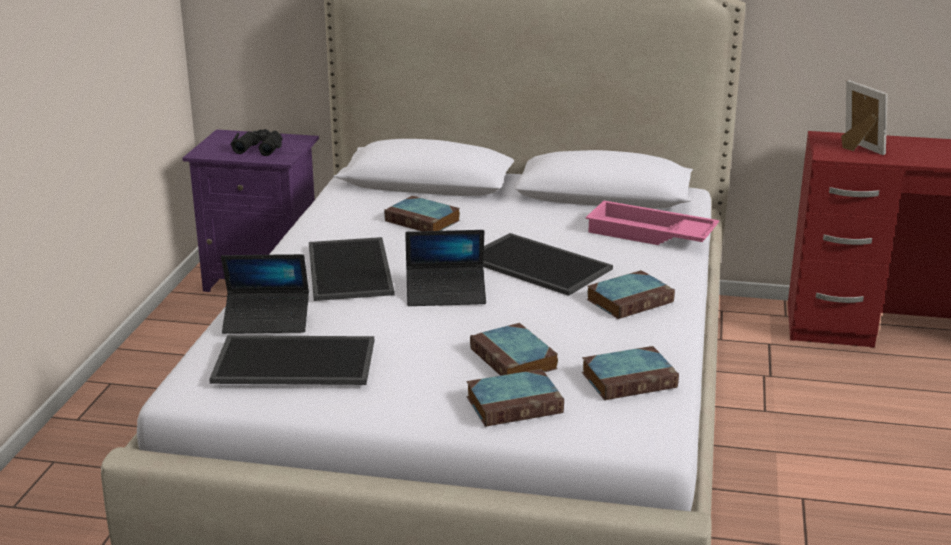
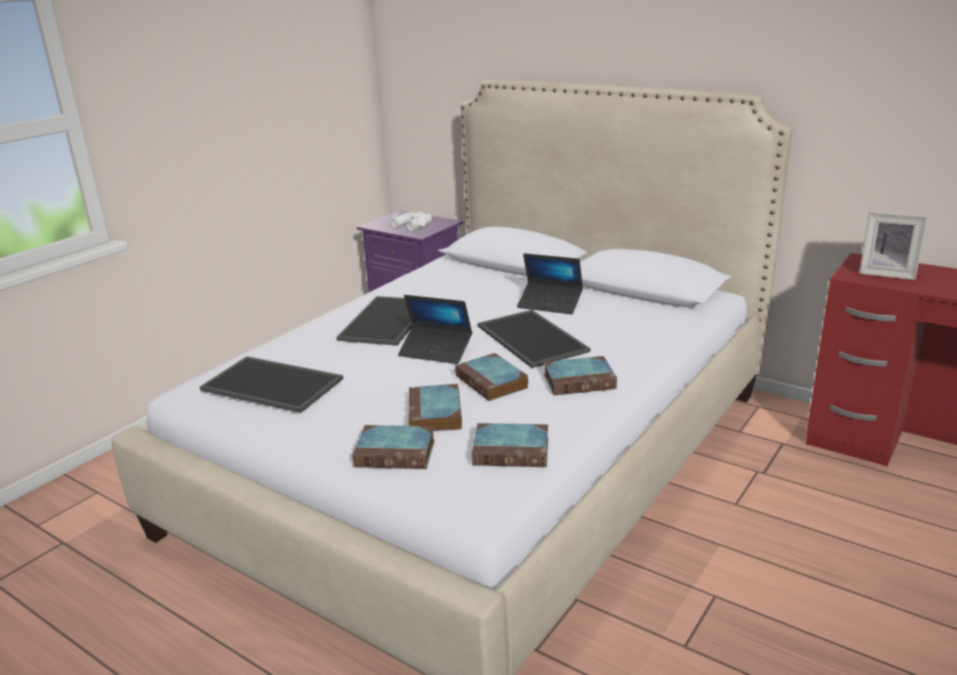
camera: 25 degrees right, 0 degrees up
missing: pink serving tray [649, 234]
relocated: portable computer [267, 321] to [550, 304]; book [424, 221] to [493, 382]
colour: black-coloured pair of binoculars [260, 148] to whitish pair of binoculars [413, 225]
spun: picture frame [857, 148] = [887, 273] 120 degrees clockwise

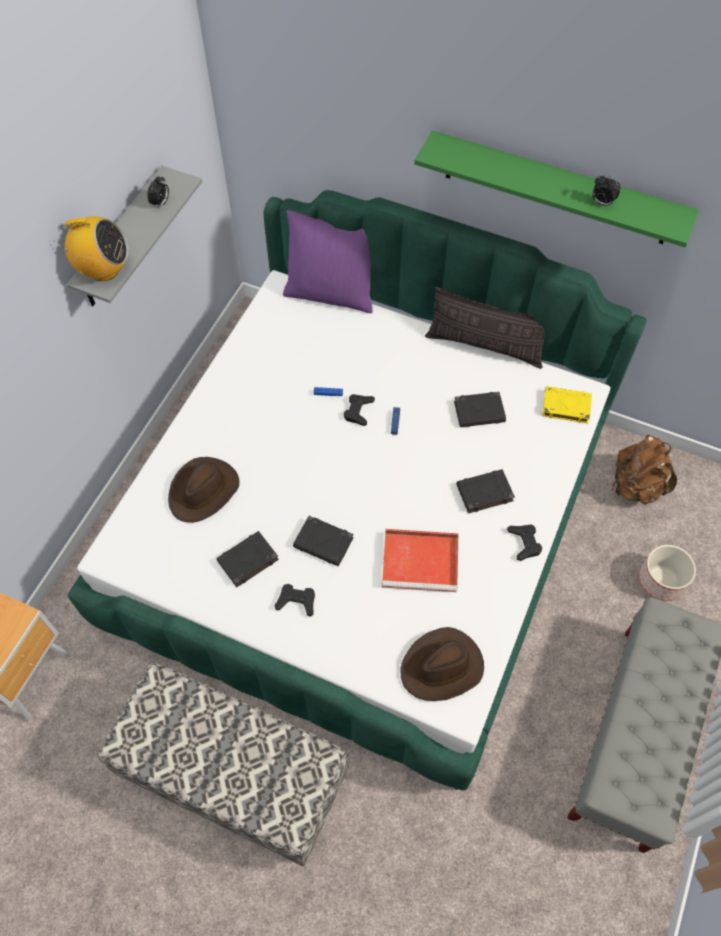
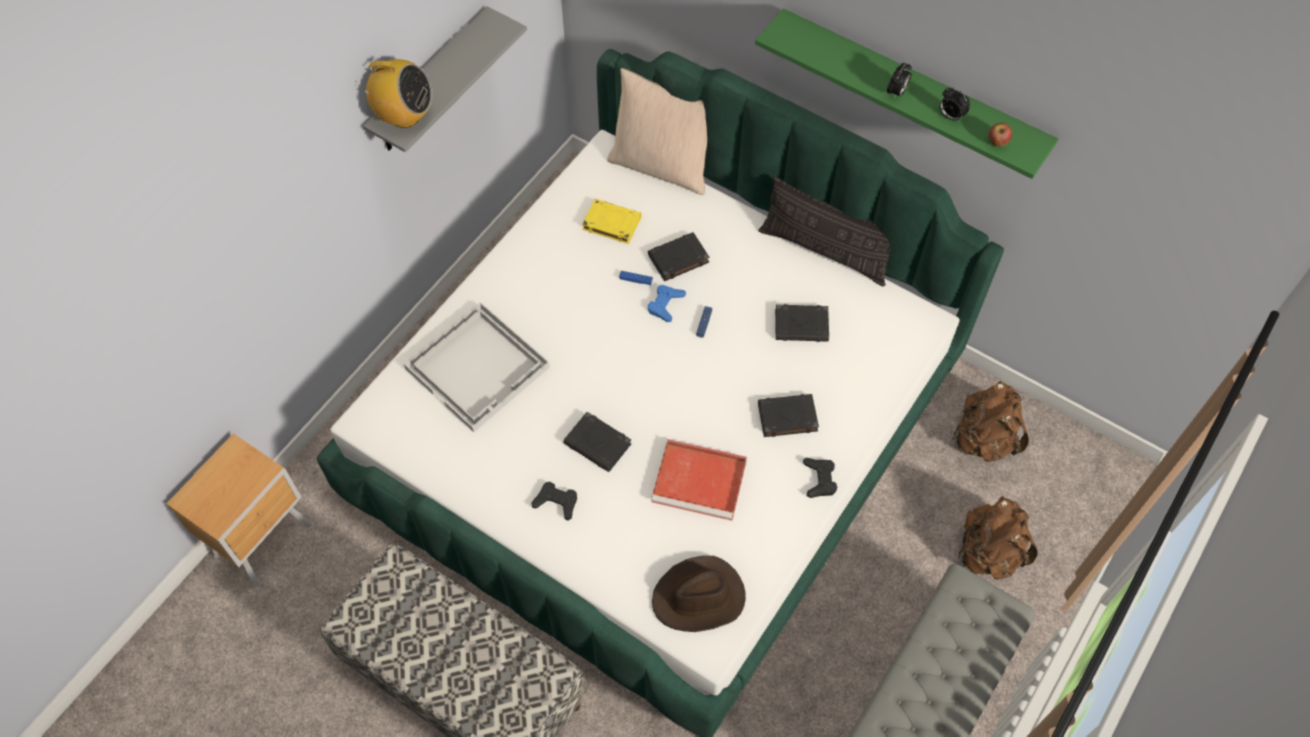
camera: 10 degrees right, 0 degrees up
appeared: apple fruit [997, 143]
relocated: bedside clock [161, 203] to [897, 92]; black-coloured book [247, 561] to [678, 259]; yellow-coloured book [565, 407] to [611, 223]
exchanged: brownish wearable hat [204, 491] to whitish serving tray [479, 368]; plant pot [661, 581] to brownish rucksack [988, 553]
colour: purple-coloured cushion [331, 293] to sand-coloured cushion [662, 165]; black-coloured game controller [358, 411] to bluish game controller [665, 304]

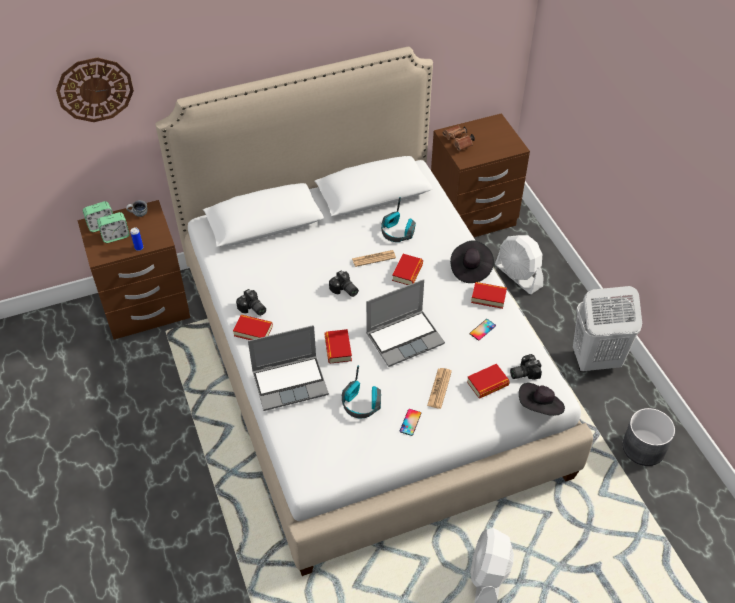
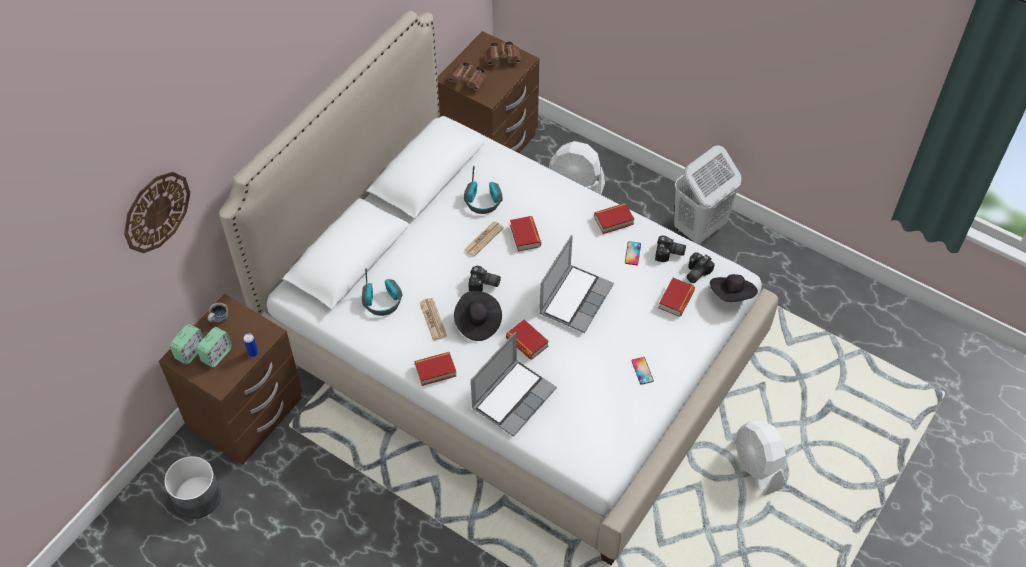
camera: 35 degrees left, 5 degrees up
appeared: brownish pair of binoculars [504, 59]
relocated: photo camera [252, 309] to [669, 254]; headphones [361, 404] to [382, 301]; daily paper [439, 388] to [433, 319]; black-coloured wearable hat [470, 269] to [477, 322]; greyish plant pot [644, 448] to [198, 497]

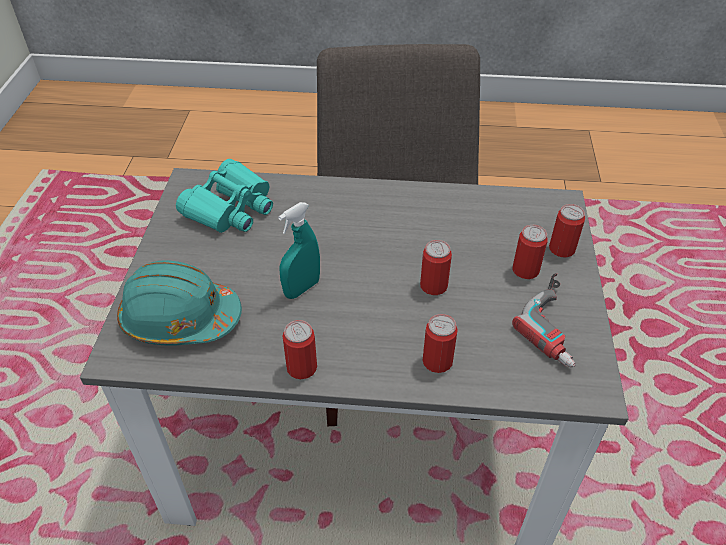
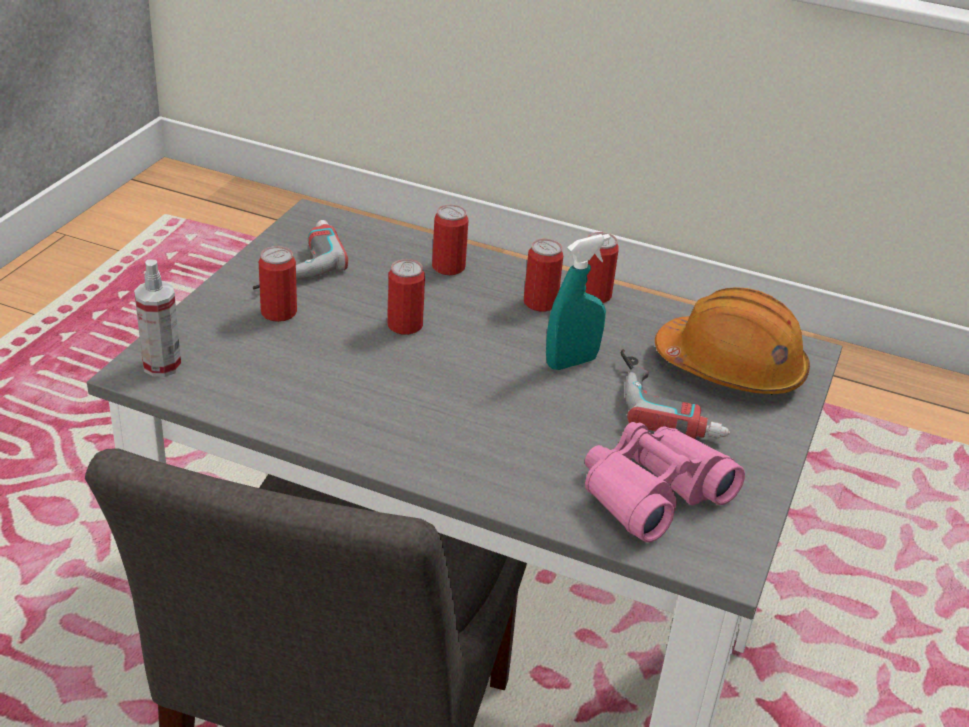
camera: 165 degrees left, 10 degrees down
appeared: hand sprayer [162, 365]; electric drill [670, 402]
relocated: metal can [561, 249] to [540, 303]
colour: turquoise-coloured hard hat [180, 319] to orange hard hat [731, 368]; turquoise-coloured pair of binoculars [231, 208] to pink pair of binoculars [652, 493]

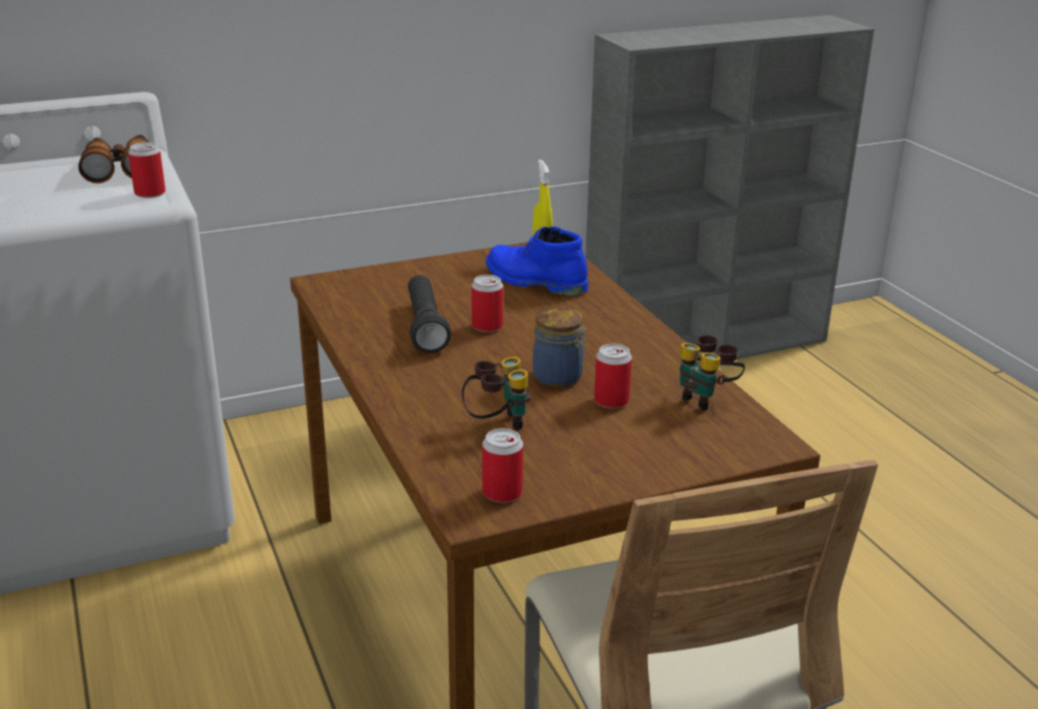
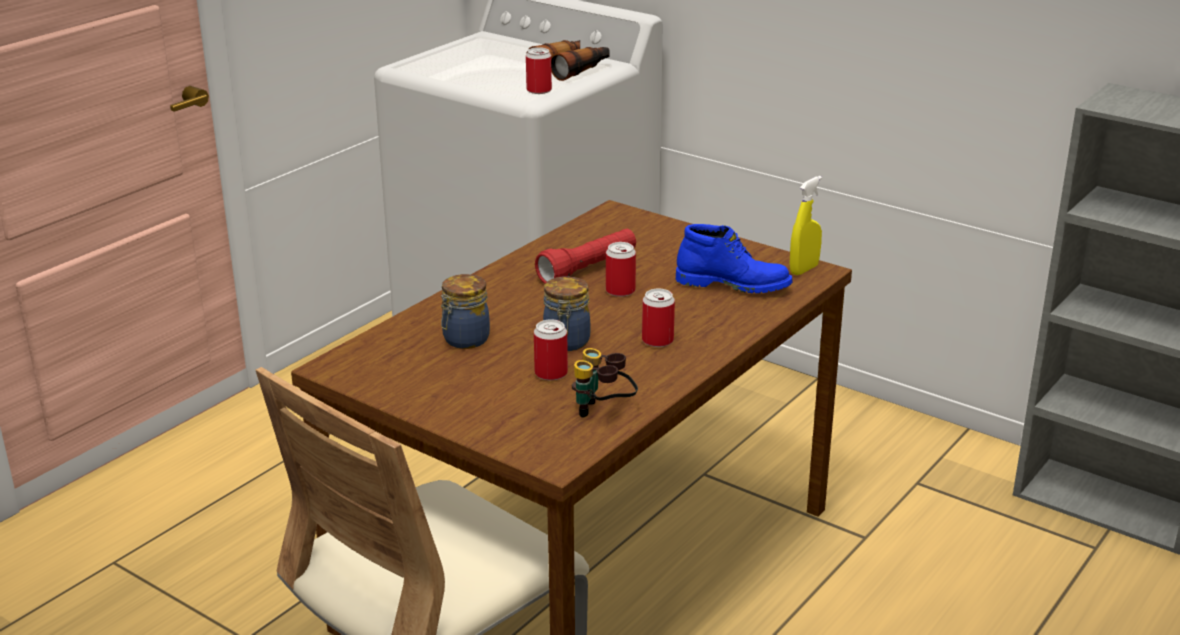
camera: 60 degrees right, 0 degrees up
relocated: metal can [502, 493] to [657, 340]
exchanged: pair of binoculars [497, 424] to preserve jar [464, 340]
colour: black-coloured flashlight [425, 327] to red-coloured flashlight [588, 269]
spun: bluish high-top boot [534, 281] = [733, 284] 105 degrees clockwise

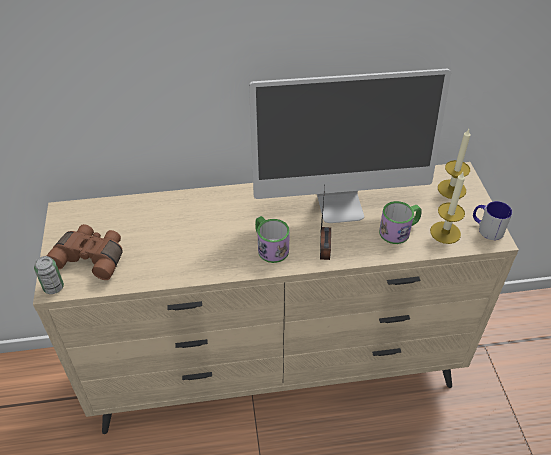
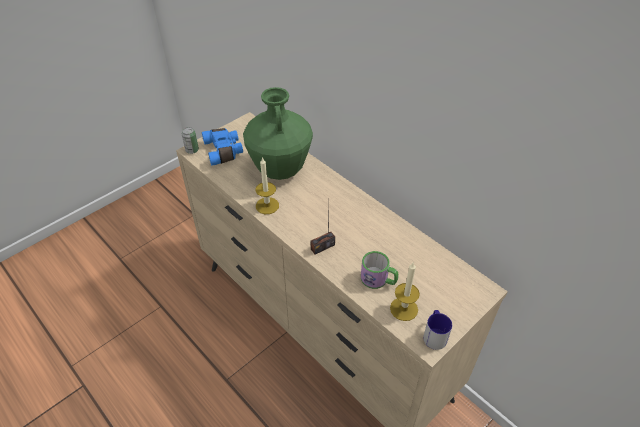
camera: 55 degrees right, 0 degrees up
missing: computer screen [340, 205]; mug [269, 247]
appeared: green-coloured decorative vase [280, 170]
relocated: wax light [451, 189] to [267, 205]
colour: brownish pair of binoculars [92, 257] to bluish pair of binoculars [224, 151]

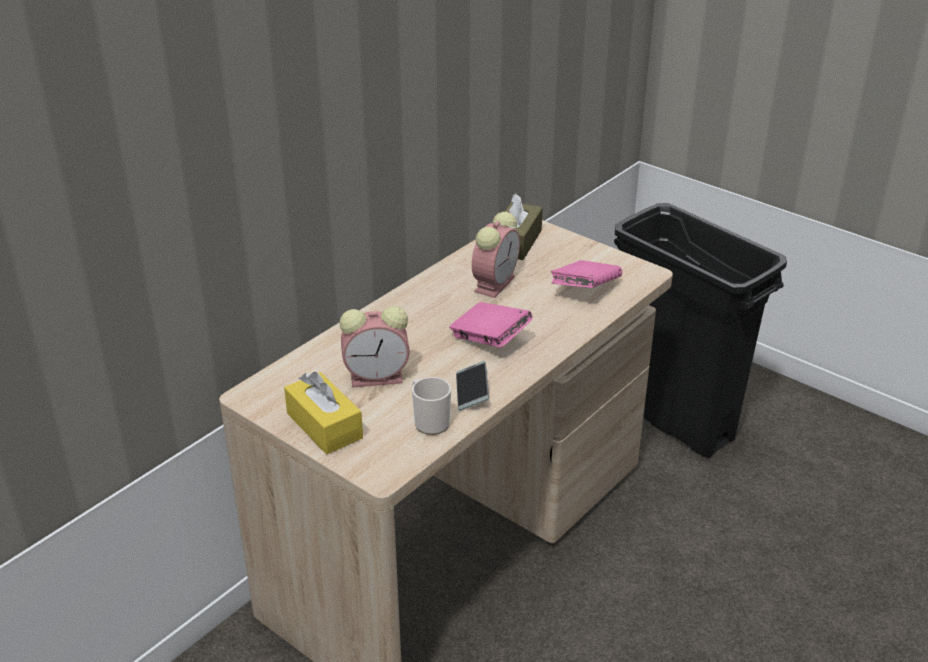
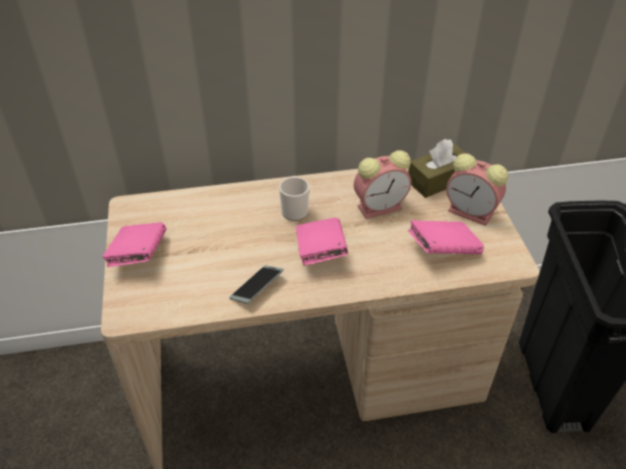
camera: 40 degrees right, 10 degrees up
relocated: bedside clock [378, 376] to [472, 212]; mug [429, 421] to [294, 209]
exchanged: yellow-coloured box of tissues [324, 426] to pink book [139, 256]

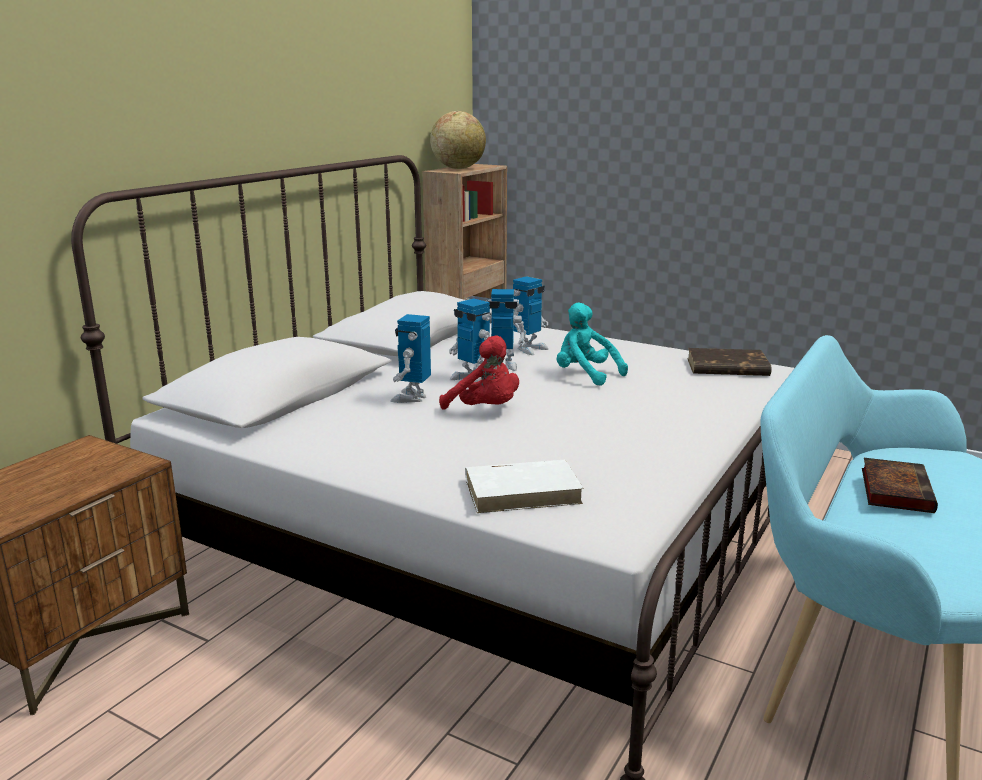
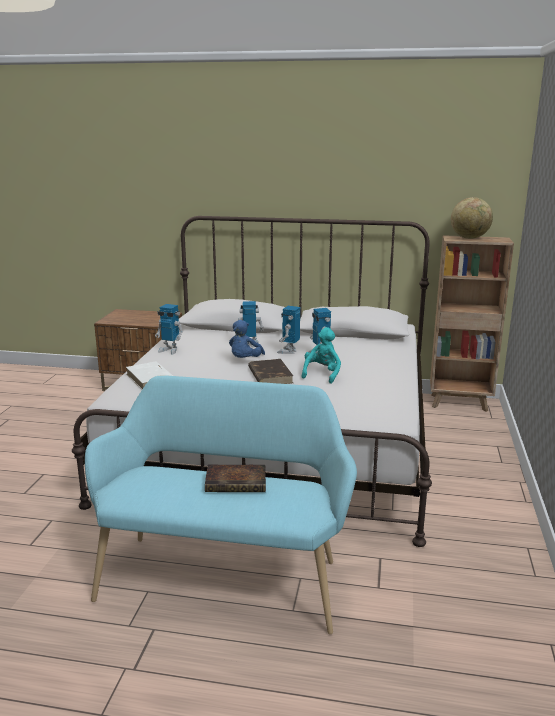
camera: 70 degrees right, 0 degrees up
relocated: model robot [529, 349] to [170, 350]; brownish book [726, 367] to [270, 375]
colour: red-coloured cuddly toy [485, 410] to bluish cuddly toy [245, 360]

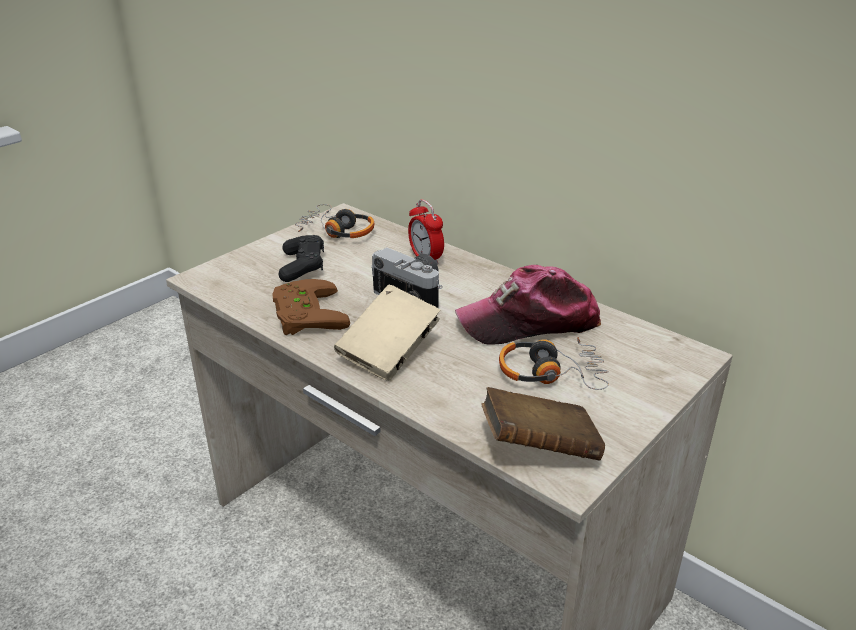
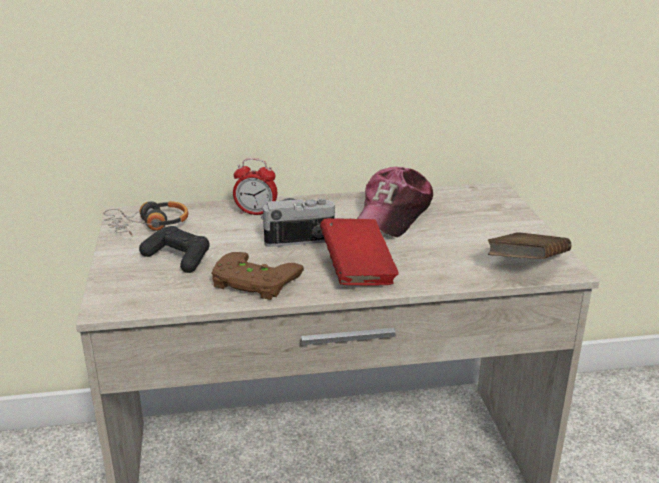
camera: 50 degrees left, 5 degrees down
missing: headphones [551, 373]
colour: sand-coloured book [389, 352] to red-coloured book [357, 271]

